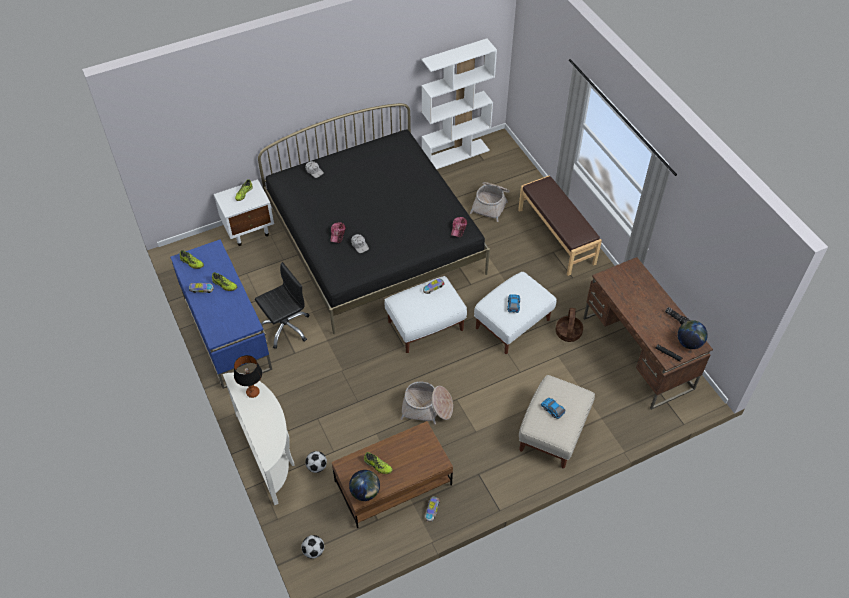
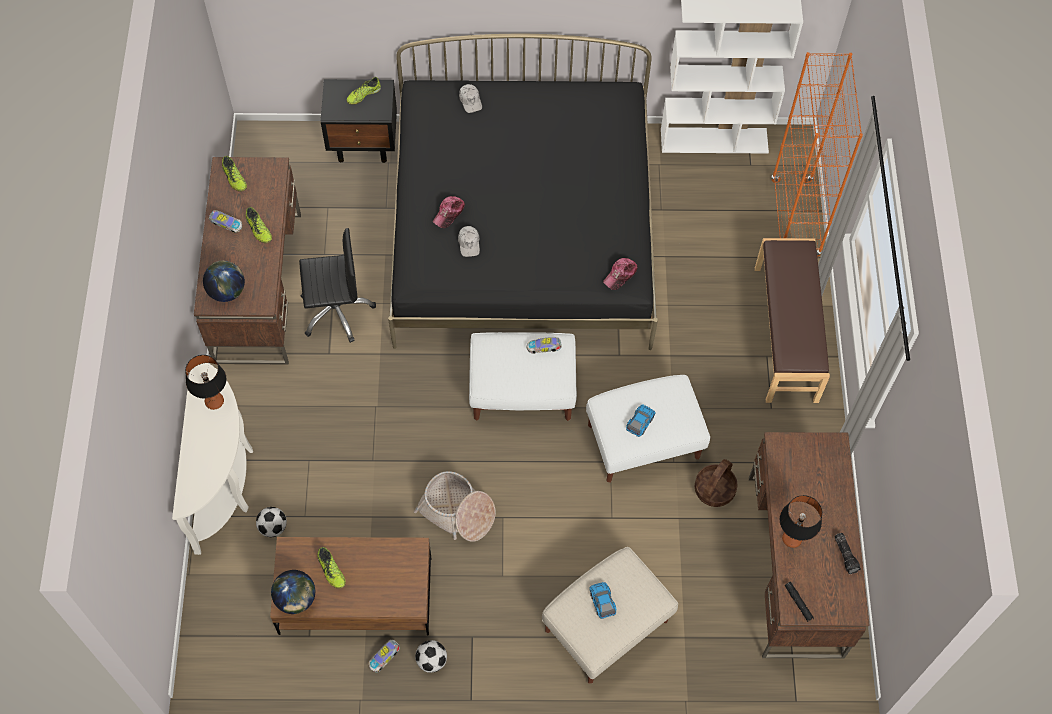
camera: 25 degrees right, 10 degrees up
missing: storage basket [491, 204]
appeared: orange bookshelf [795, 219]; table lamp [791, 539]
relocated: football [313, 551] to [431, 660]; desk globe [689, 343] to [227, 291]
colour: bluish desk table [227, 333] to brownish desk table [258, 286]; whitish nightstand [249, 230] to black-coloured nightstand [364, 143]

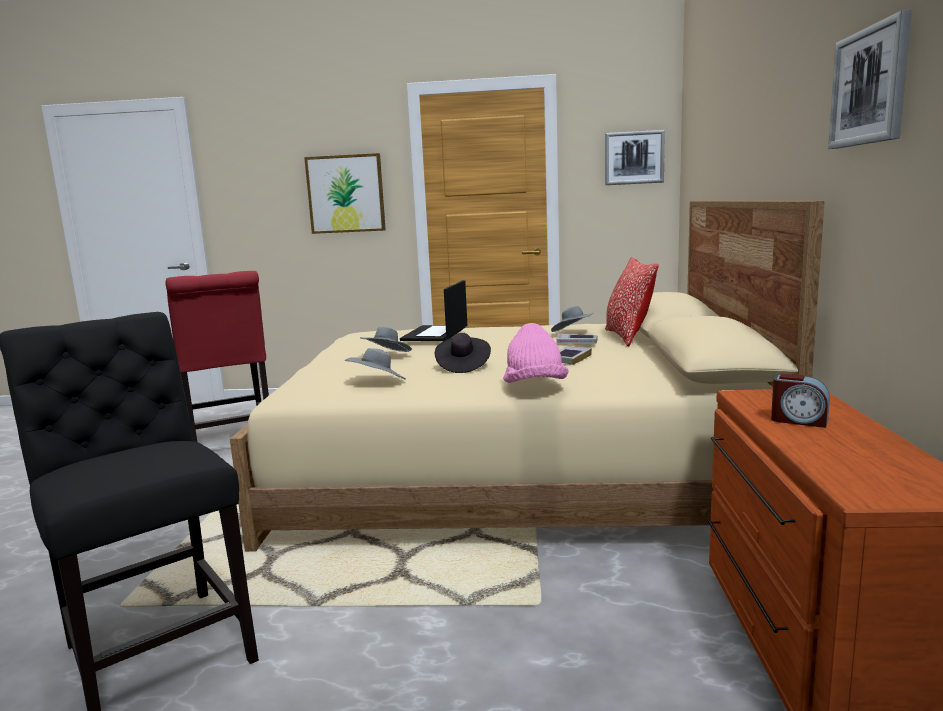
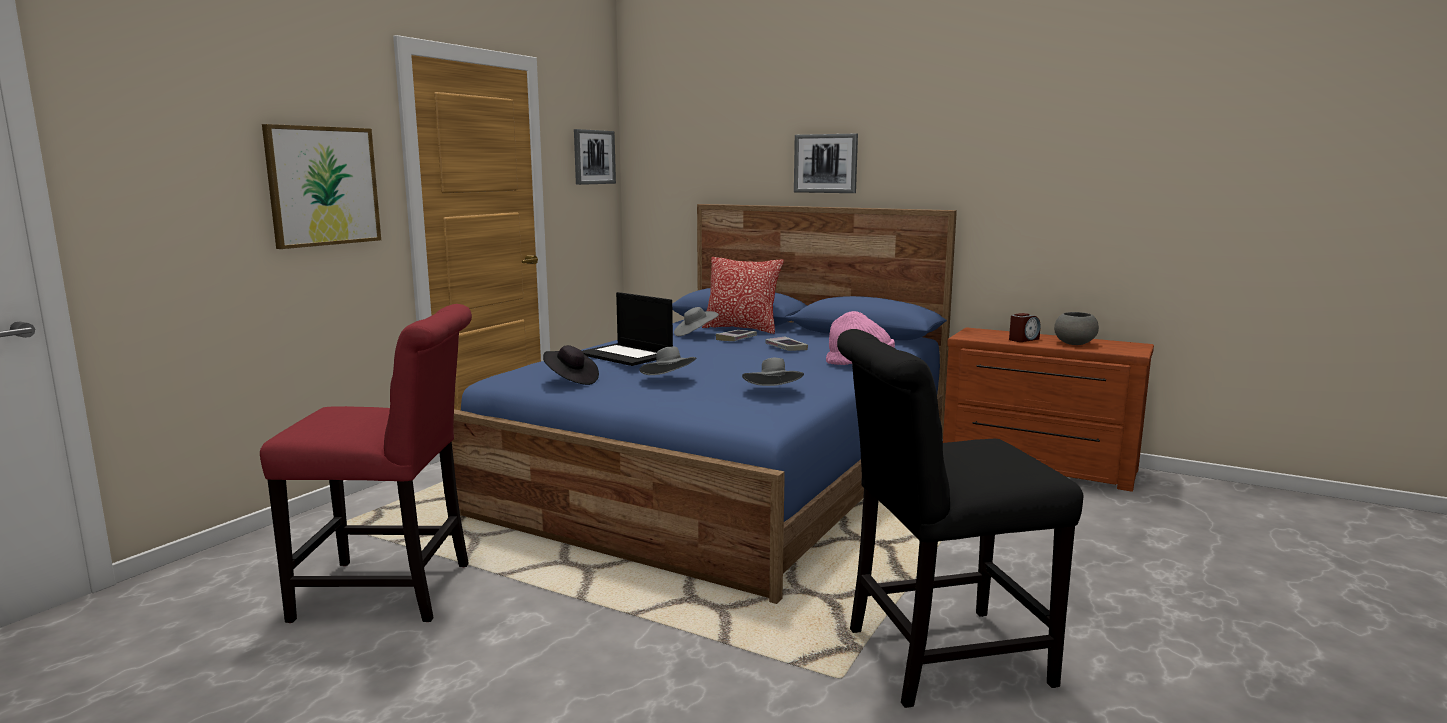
camera: 65 degrees left, 0 degrees up
appeared: greyish deep dish [1074, 343]
relocated: black-coloured wearable hat [462, 366] to [571, 380]; picture [869, 86] to [825, 163]
colour: sand-coloured bedroom bed [516, 471] to bluish bedroom bed [730, 473]

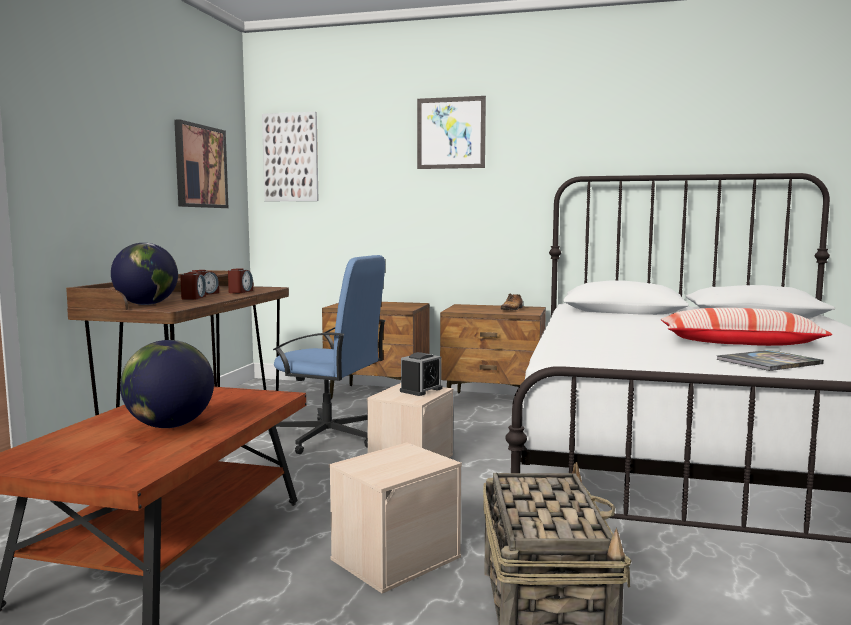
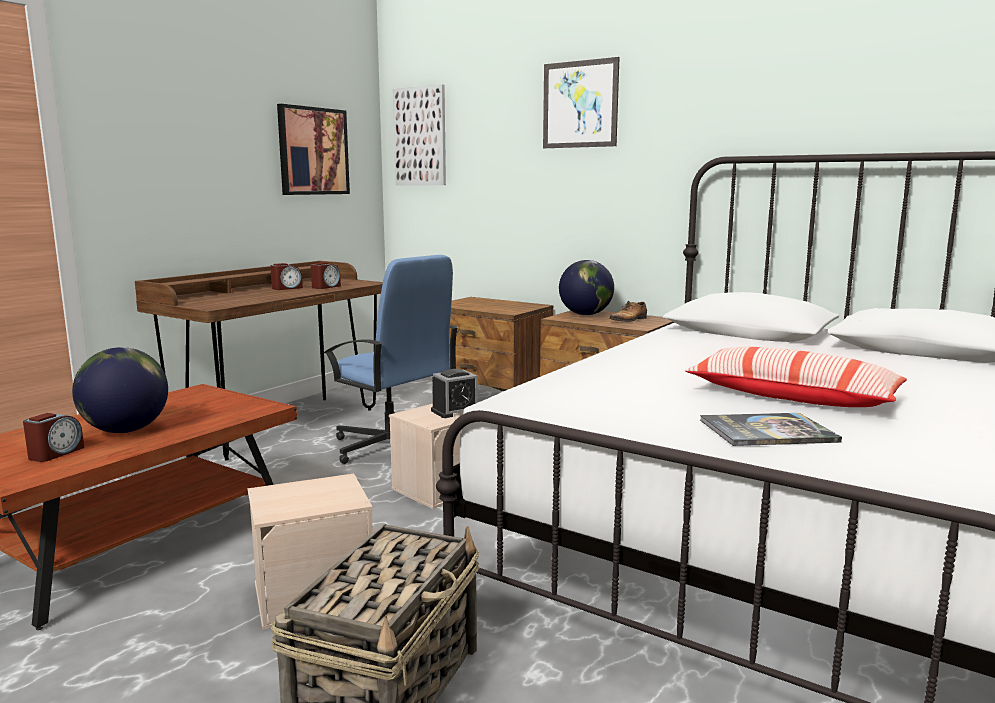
camera: 20 degrees right, 5 degrees up
relocated: desk globe [147, 304] to [586, 314]; bedside clock [193, 298] to [55, 453]

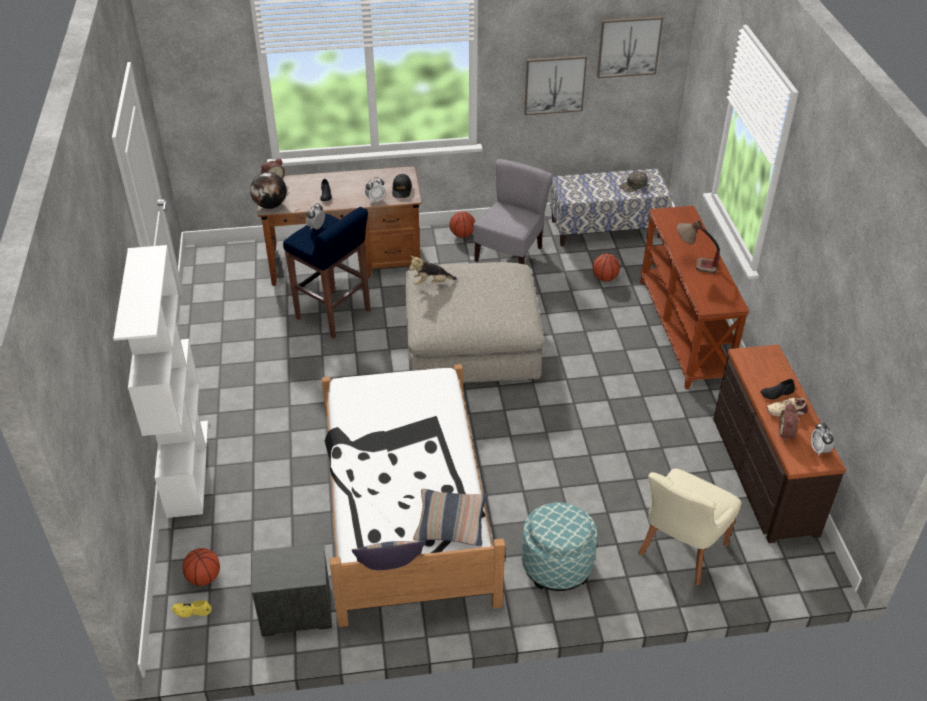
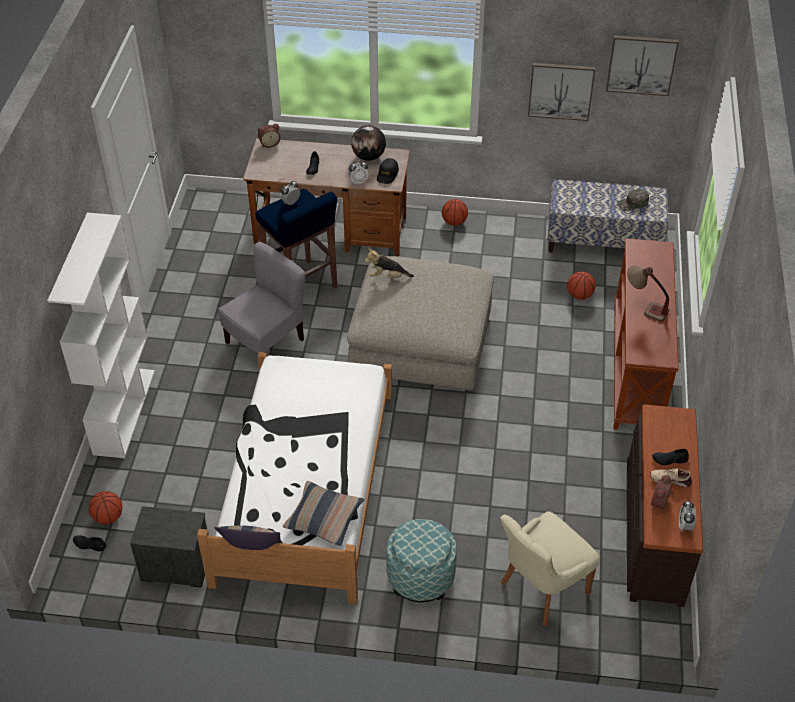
camera: 15 degrees right, 5 degrees up
relocated: desk globe [270, 205] to [369, 157]; greyish upright chair [510, 255] to [266, 342]
colour: yellow-coloured shoe [192, 611] to black-coloured shoe [89, 545]

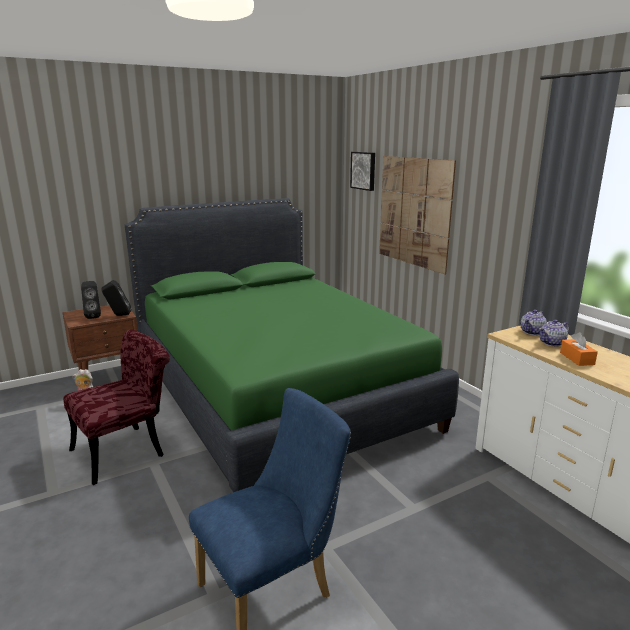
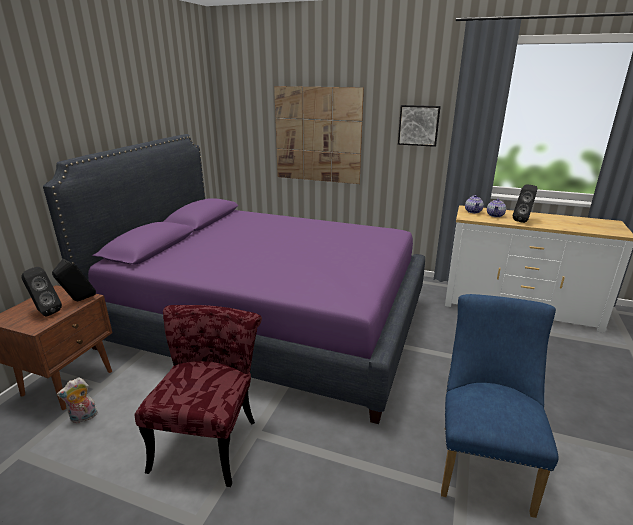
camera: 40 degrees left, 5 degrees up
relocated: picture [364, 170] to [418, 125]
exchanged: orange box of tissues [577, 358] to black-coloured audio speaker [523, 221]
colour: green-coloured bedroom bed [277, 393] to purple-coloured bedroom bed [267, 323]

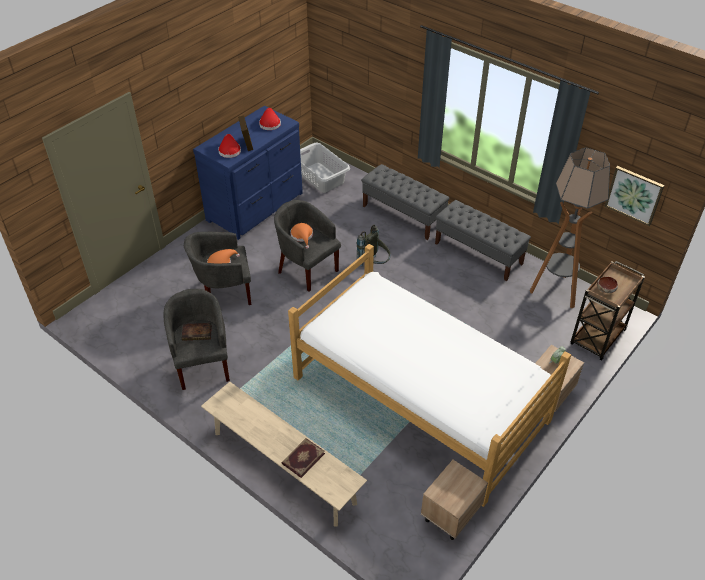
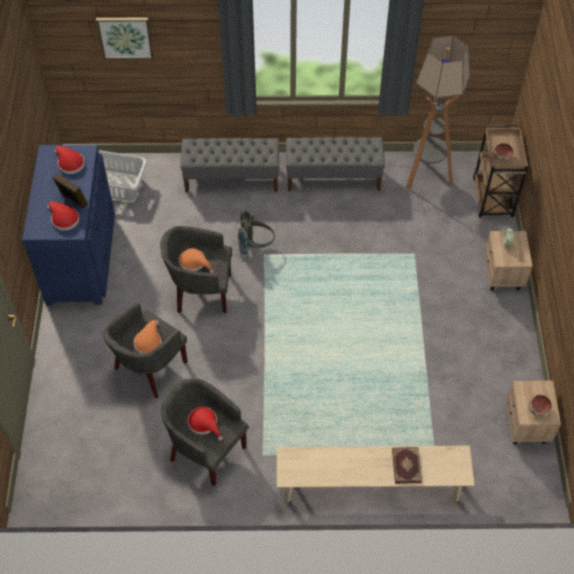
camera: 40 degrees left, 10 degrees up
missing: bedroom bed [419, 399]
appeared: deep dish [538, 409]
relocated: picture [634, 195] to [125, 37]
exchanged: book [197, 333] to red-coloured wearable hat [204, 424]

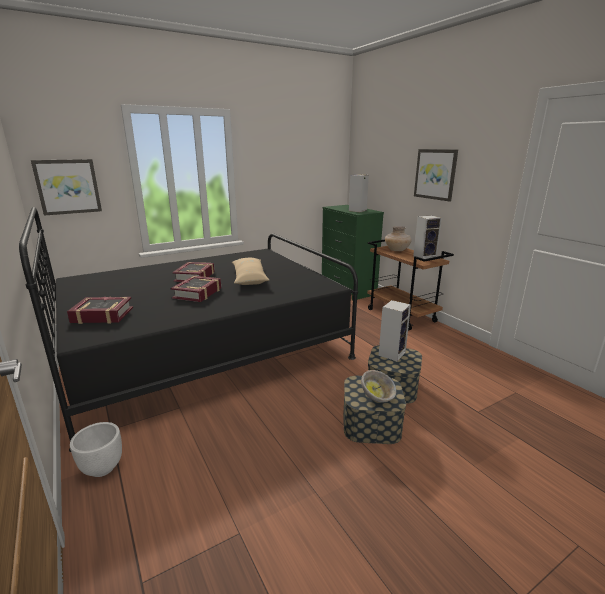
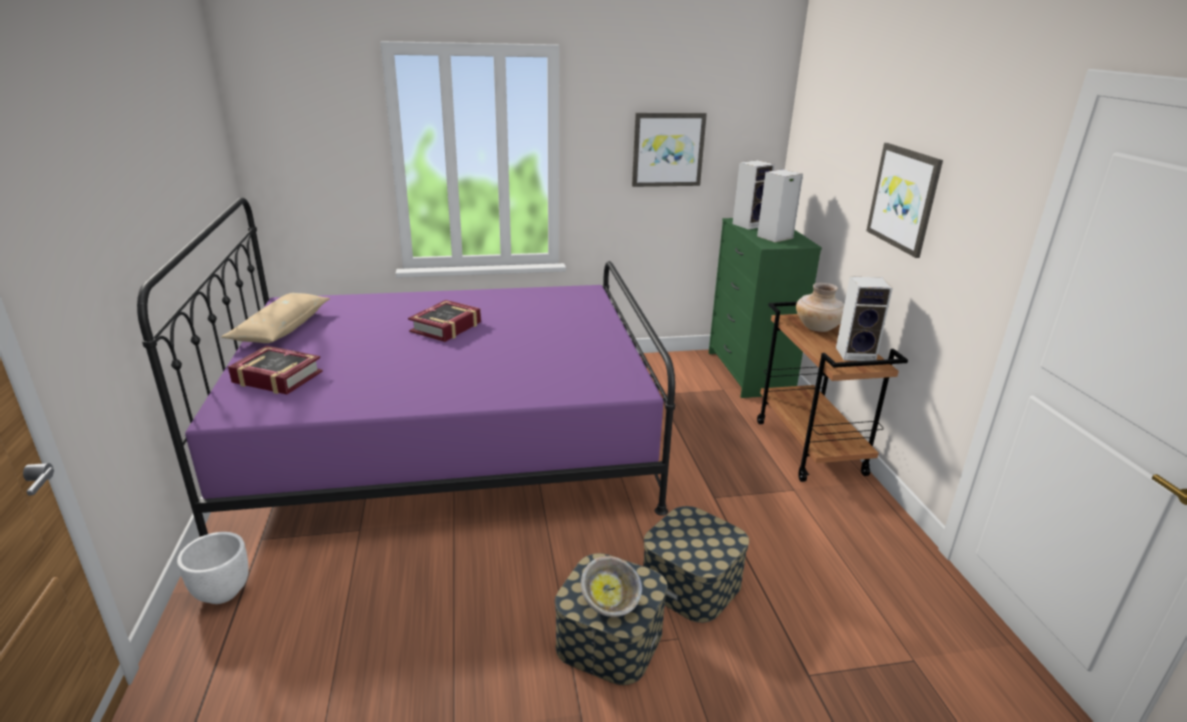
camera: 20 degrees right, 5 degrees up
missing: book [198, 293]
relocated: picture [68, 186] to [668, 149]; sand-coloured cushion [249, 278] to [281, 328]; audio speaker [392, 353] to [749, 224]
colour: black-coloured bedroom bed [204, 350] to purple-coloured bedroom bed [448, 441]

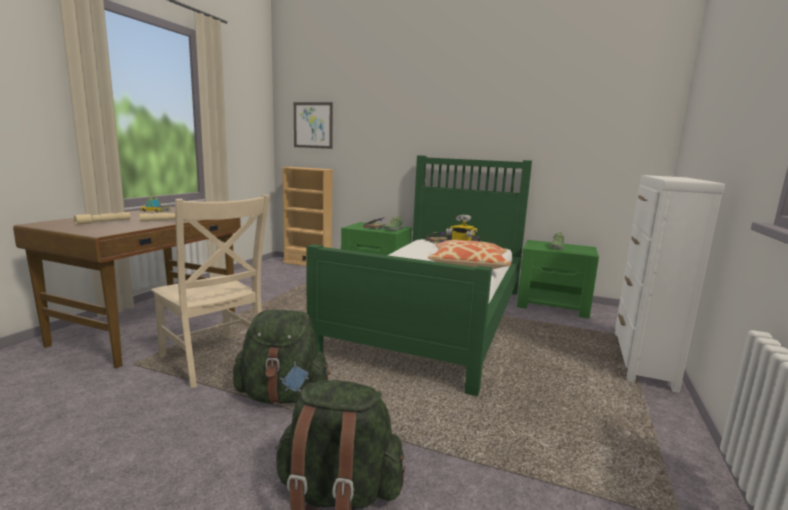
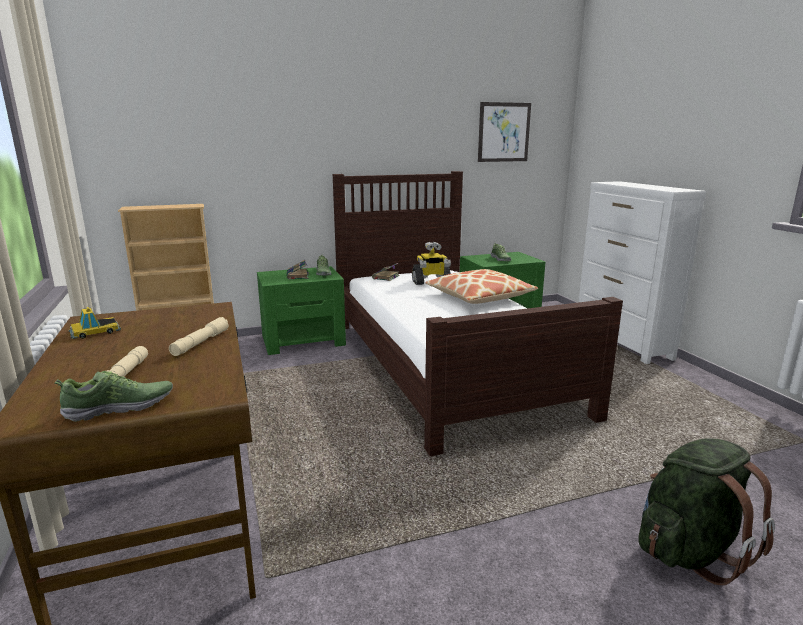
camera: 40 degrees left, 5 degrees up
missing: sand-coloured upright chair [214, 361]; green-coloured rucksack [283, 396]
appeared: shoe [120, 408]
relocated: picture [313, 125] to [504, 132]
colour: green-coloured bedroom bed [435, 317] to brownish bedroom bed [445, 364]

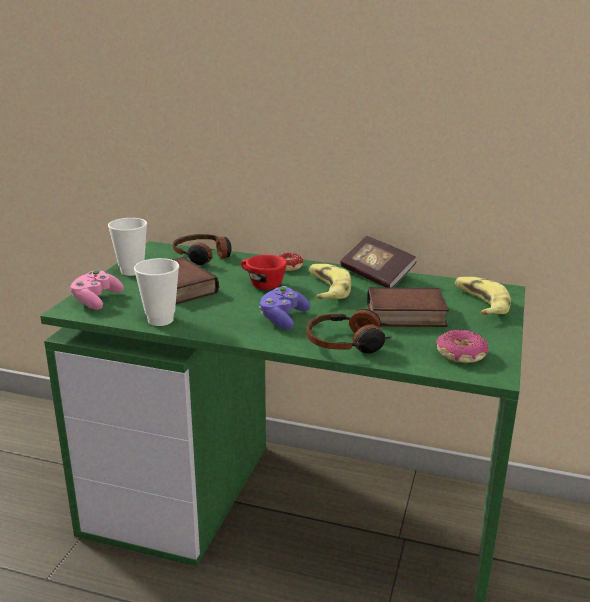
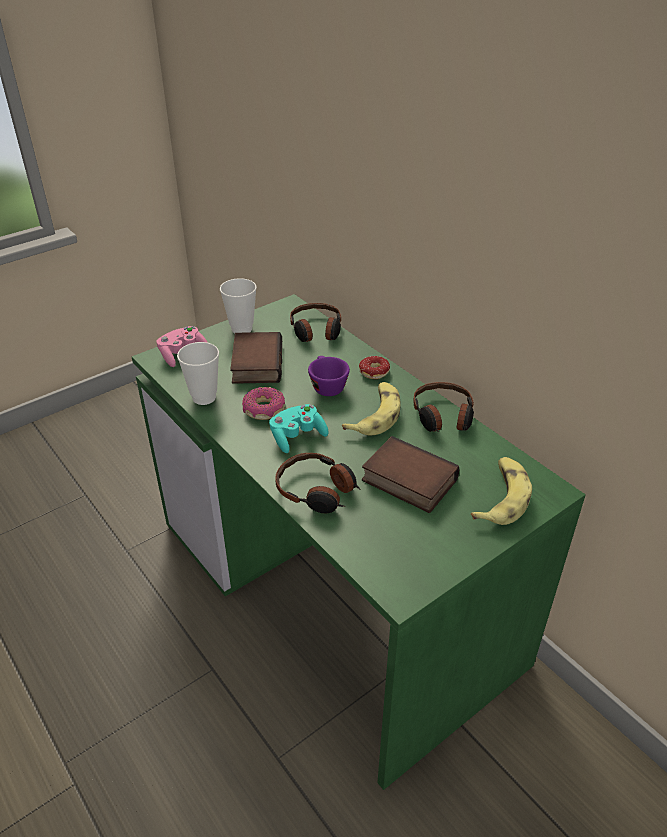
camera: 35 degrees right, 15 degrees up
relocated: ring doughnut [461, 355] to [263, 409]
exchanged: book [376, 276] to headphones [443, 416]
colour: red-coloured small cup [261, 284] to purple-coloured small cup [326, 386]; purple-coloured game controller [283, 318] to turquoise-coloured game controller [297, 437]

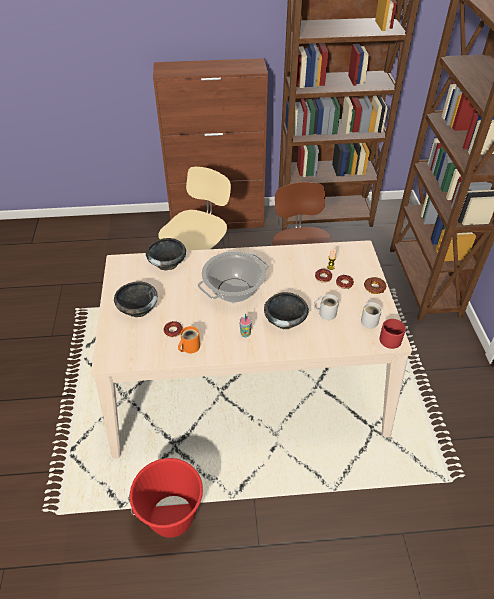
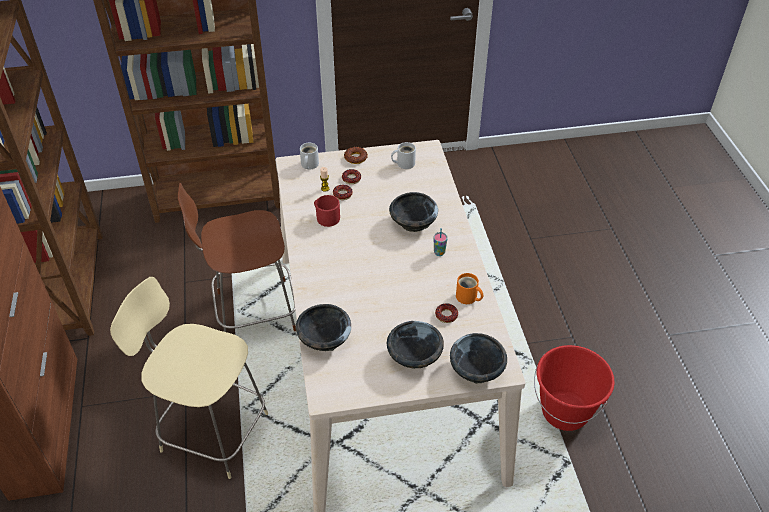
camera: 95 degrees left, 0 degrees up
missing: saucepot [234, 290]
appeared: black-coloured deep dish [476, 370]
relocated: whitish mug [326, 313] to [308, 165]; red-coloured mug [392, 338] to [326, 217]

